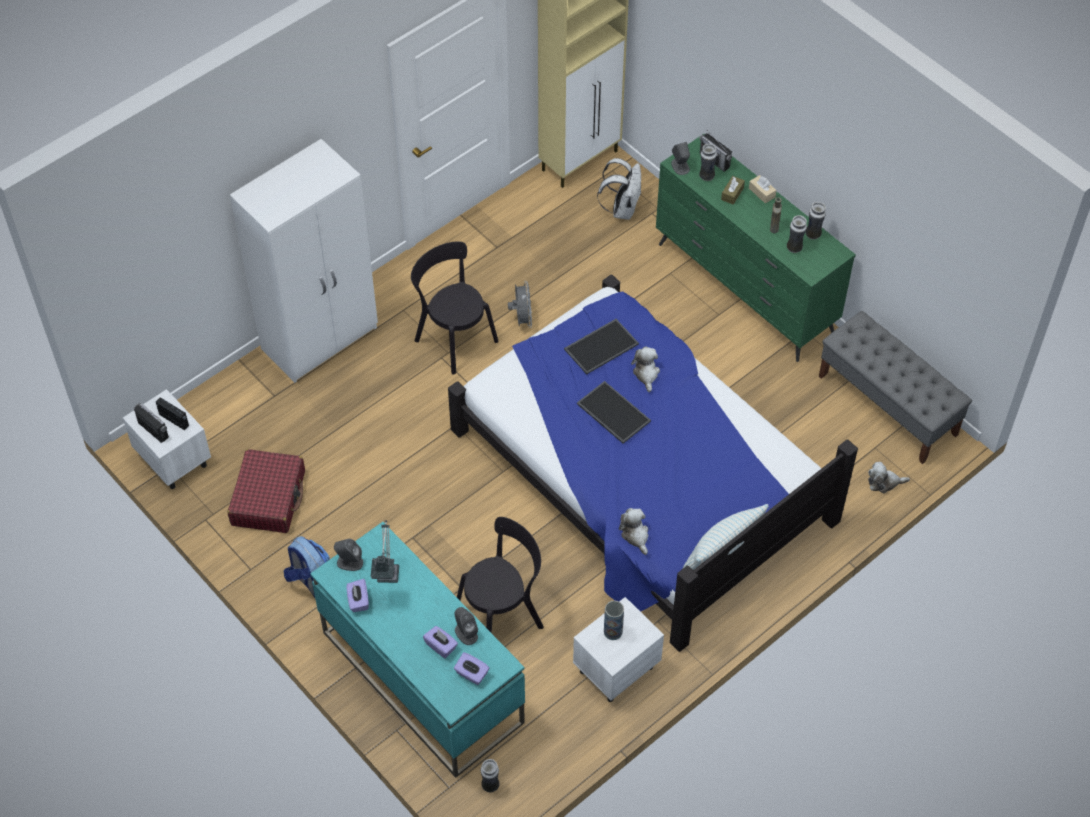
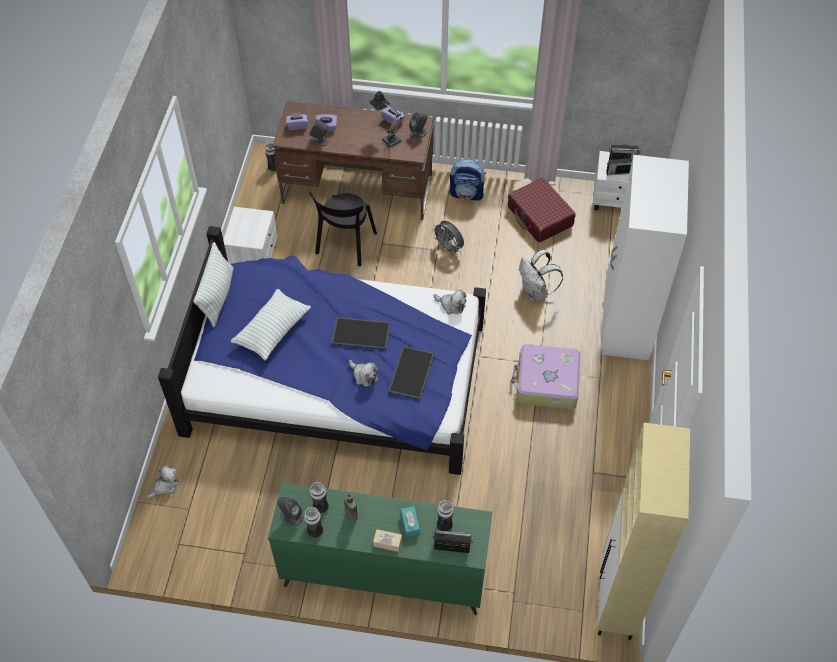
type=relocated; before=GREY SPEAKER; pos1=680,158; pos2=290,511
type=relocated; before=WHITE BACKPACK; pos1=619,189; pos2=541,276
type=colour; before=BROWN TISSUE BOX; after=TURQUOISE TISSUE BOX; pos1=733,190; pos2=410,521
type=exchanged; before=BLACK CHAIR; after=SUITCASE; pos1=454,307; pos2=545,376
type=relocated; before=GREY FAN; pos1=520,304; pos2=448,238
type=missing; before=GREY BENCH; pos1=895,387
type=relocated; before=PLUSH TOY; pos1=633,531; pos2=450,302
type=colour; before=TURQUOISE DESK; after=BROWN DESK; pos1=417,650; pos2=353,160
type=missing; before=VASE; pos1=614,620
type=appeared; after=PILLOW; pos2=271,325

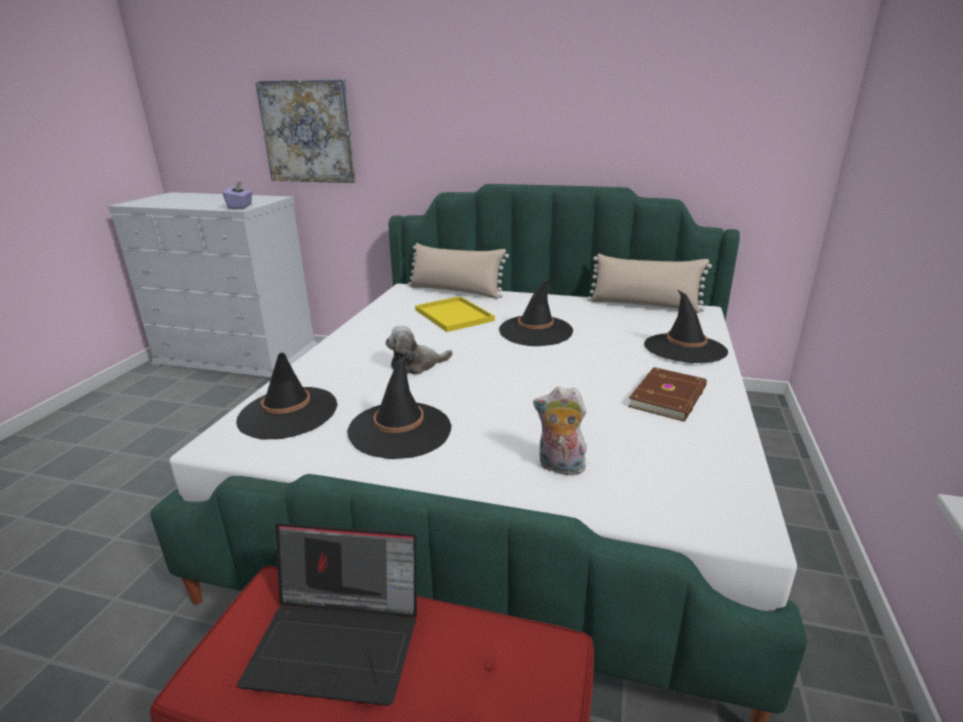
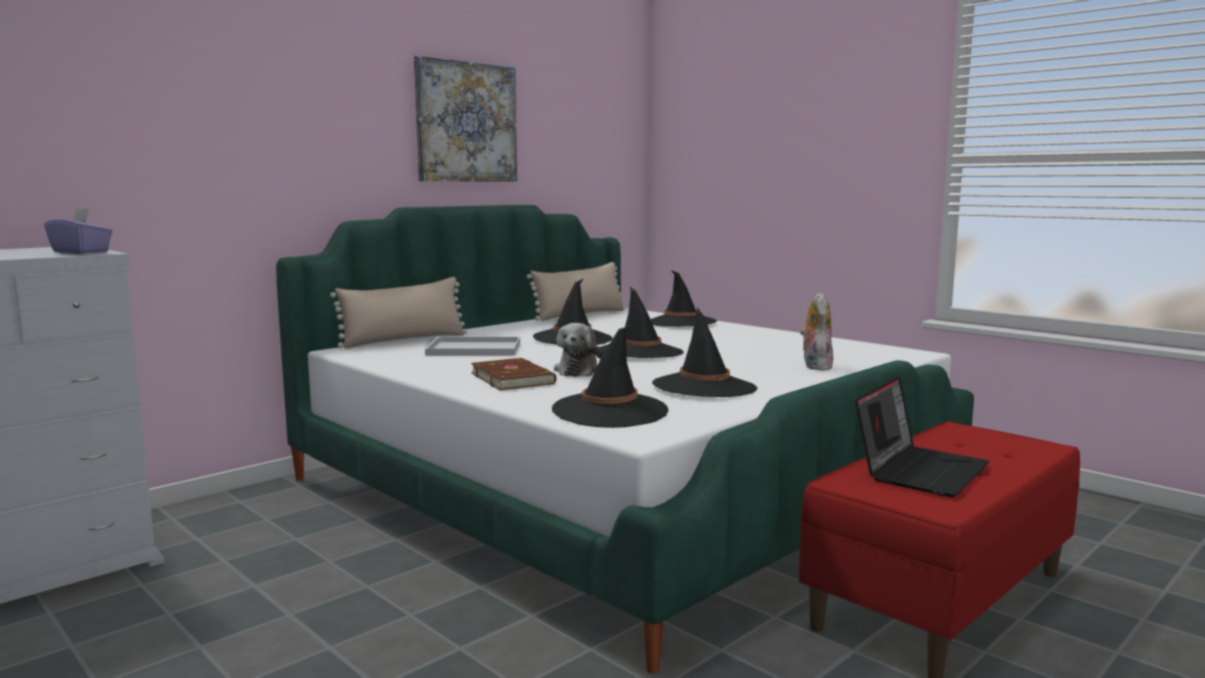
type=relocated; before=PICTURE; pos1=305,131; pos2=465,118
type=colour; before=YELLOW TRAY; after=WHITE TRAY; pos1=455,314; pos2=472,346
type=relocated; before=BROWN BOOK; pos1=667,394; pos2=513,374
type=spun; before=PLUSH TOY; pos1=560,430; pos2=816,331; turn=135
type=appeared; after=BLACK HAT; pos2=642,322

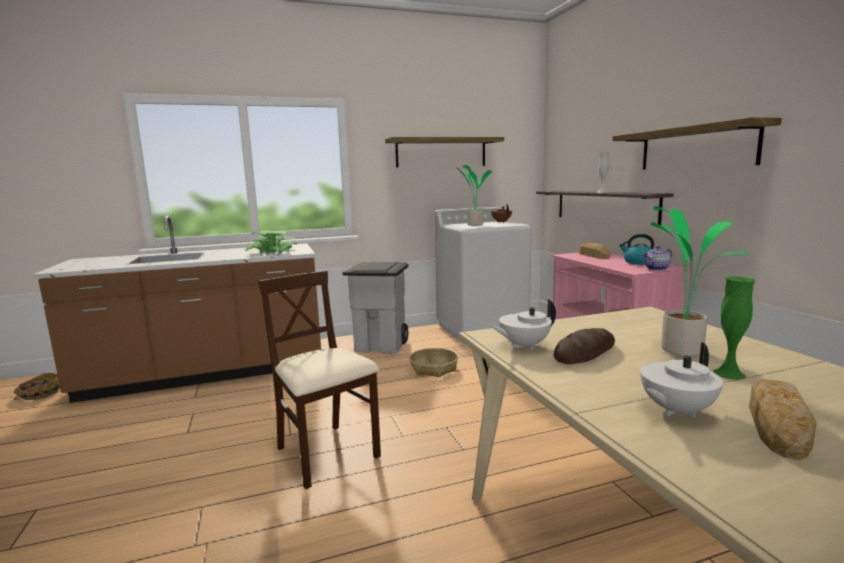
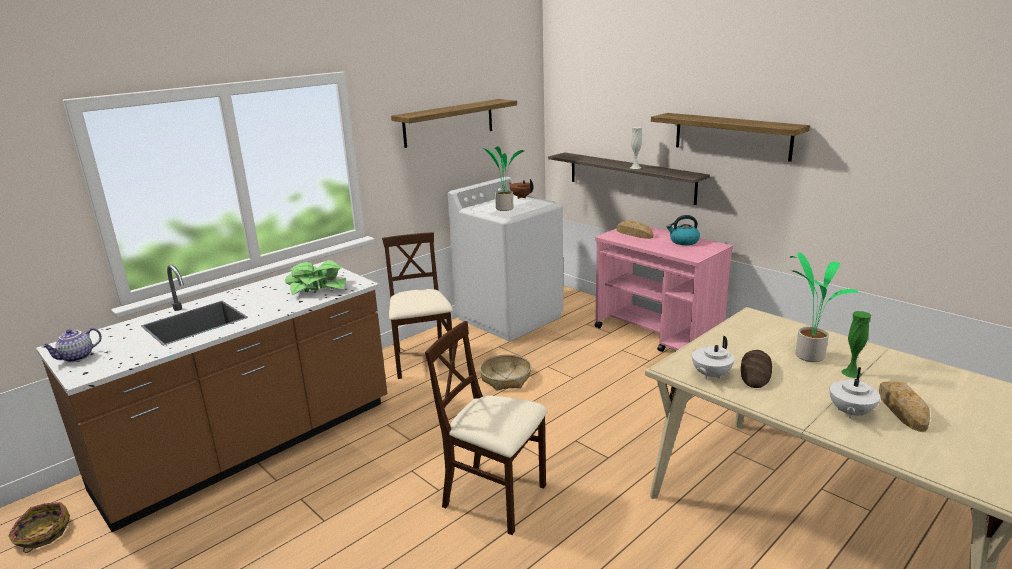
type=relocated; before=TEAPOT; pos1=657,258; pos2=71,345
type=exchanged; before=GREY TRASH CAN; after=BEIGE CHAIR; pos1=376,308; pos2=418,305

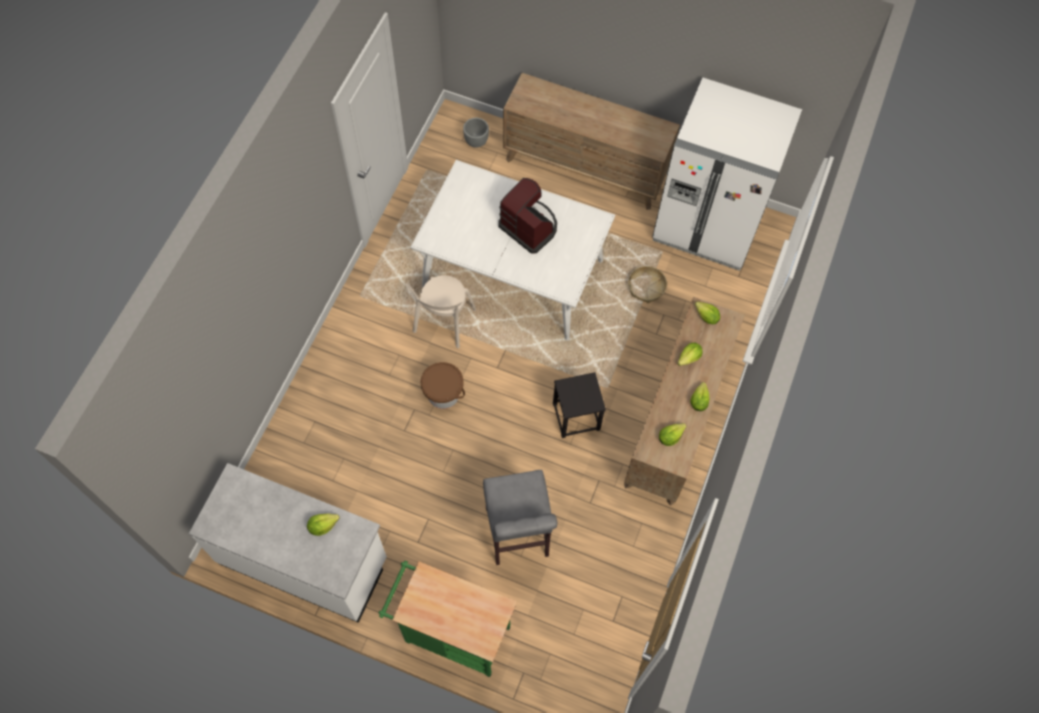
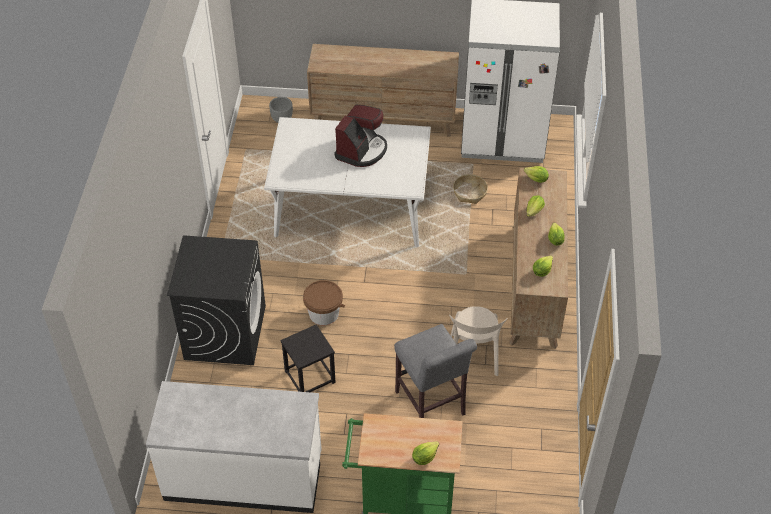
type=spun; before=COFFEE MACHINE; pos1=527,215; pos2=360,136; turn=90
type=relocated; before=BEIGE CHAIR; pos1=441,311; pos2=478,341
type=relocated; before=BLACK STOOL; pos1=579,405; pos2=308,358
type=relocated; before=LETTUCE; pos1=323,525; pos2=425,453
type=appeared; after=BLACK WASHING MACHINE; pos2=216,300

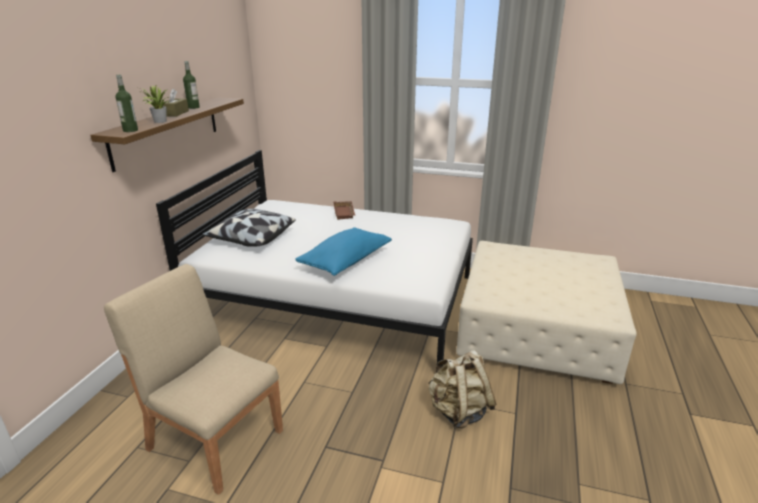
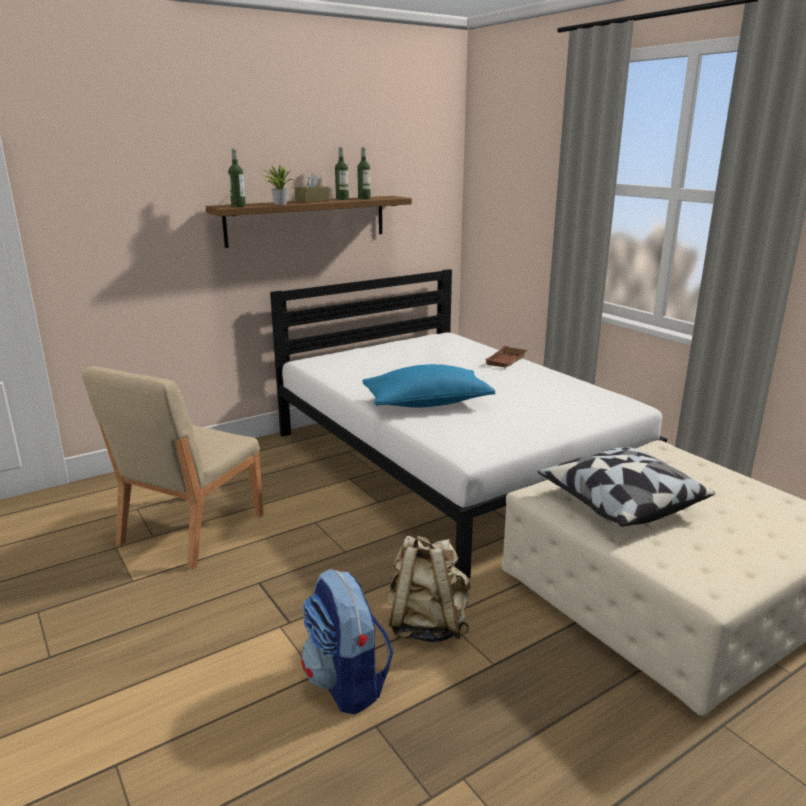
type=relocated; before=PILLOW; pos1=249,228; pos2=626,487
type=spun; before=BEIGE CHAIR; pos1=193,379; pos2=173,468; turn=-135
type=appeared; after=BOTTLE; pos2=364,173
type=appeared; after=BACKPACK; pos2=347,641

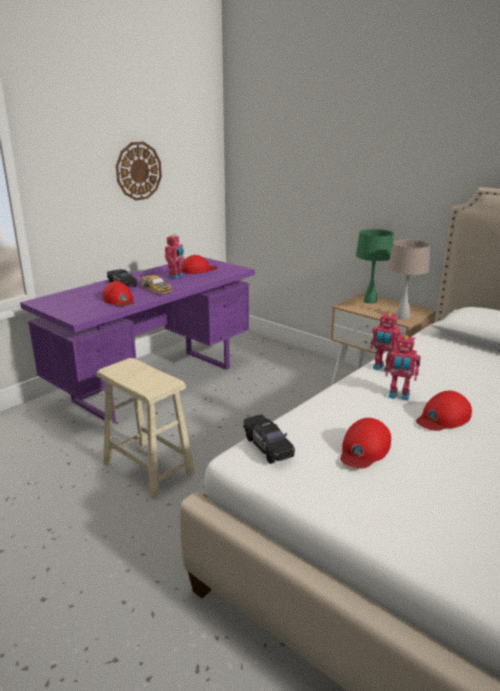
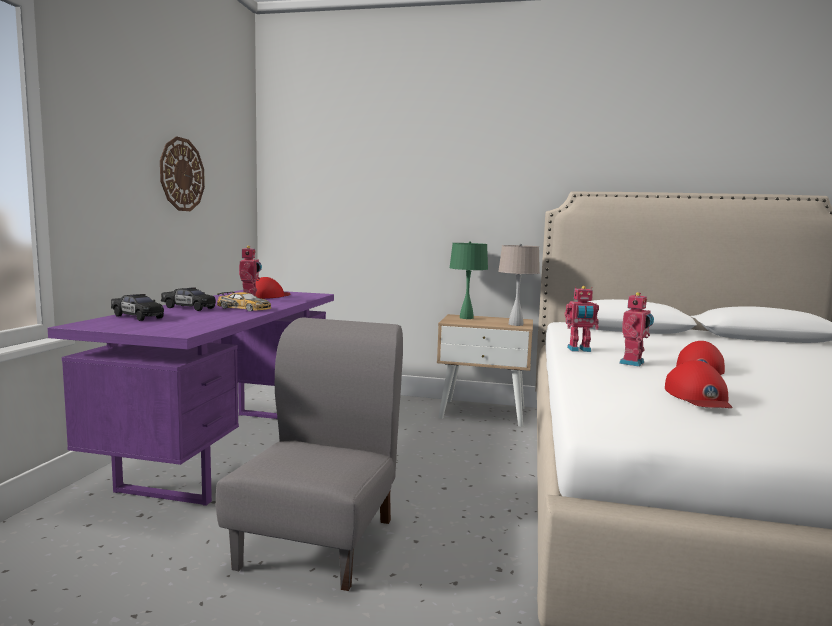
type=missing; before=RED CAP; pos1=118,294
type=spun; before=TOY ROBOT; pos1=403,368; pos2=636,329; turn=-45
type=exchanged; before=BEIGE STOOL; after=GREY CHAIR; pos1=146,428; pos2=309,454
type=relocated; before=BLACK TOY CAR; pos1=269,439; pos2=137,307

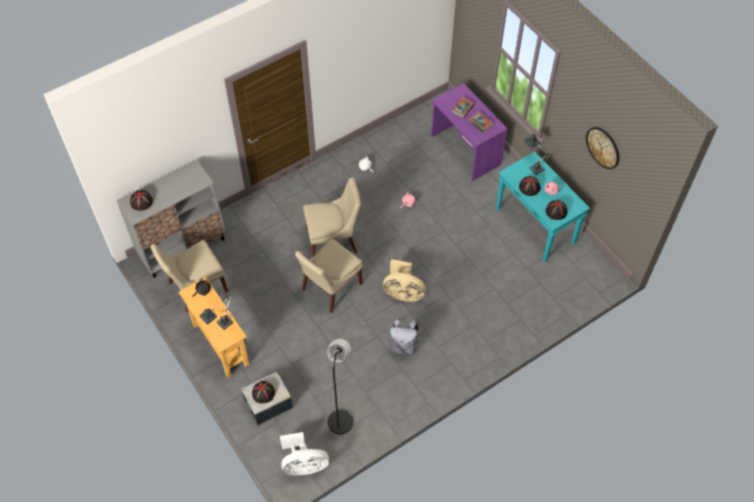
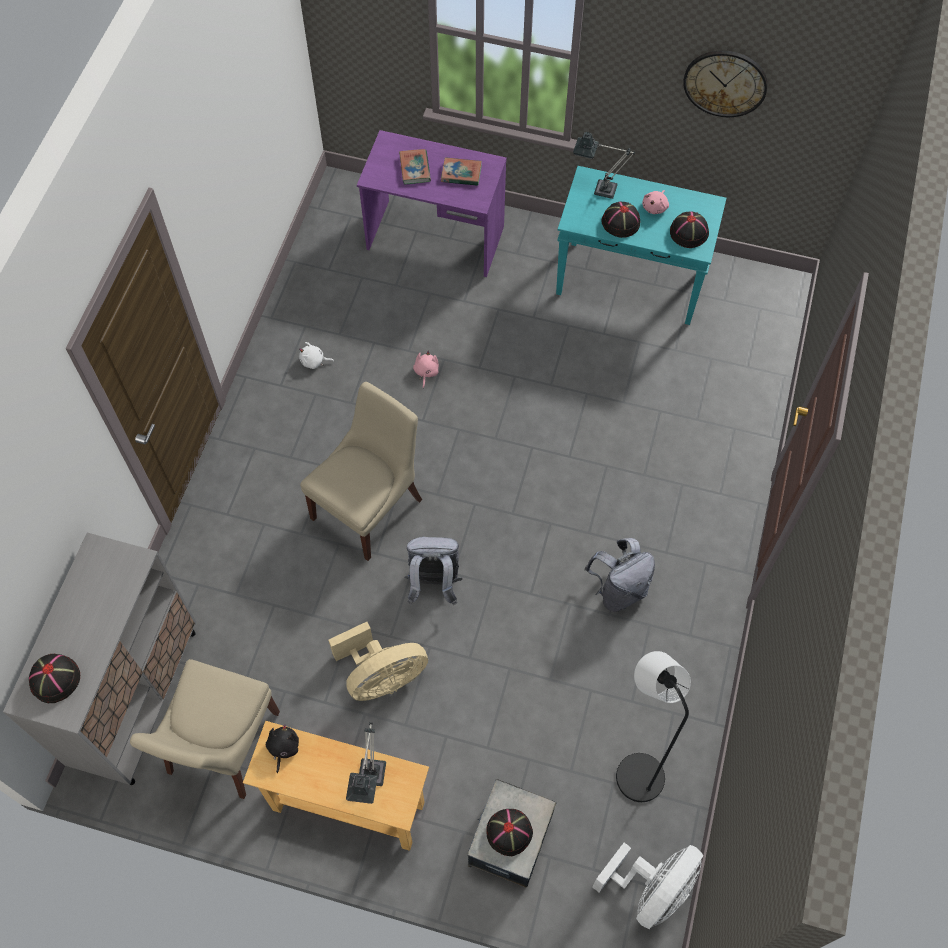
type=exchanged; before=BEIGE CHAIR; after=GREY BACKPACK; pos1=329,275; pos2=433,570
type=relocated; before=BEIGE FAN; pos1=404,280; pos2=378,661

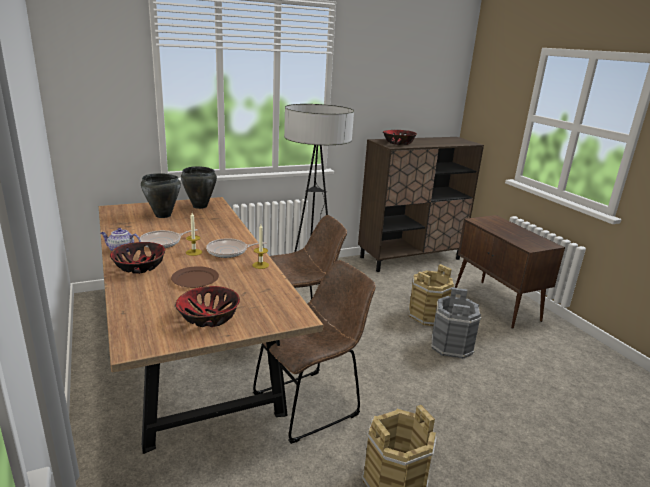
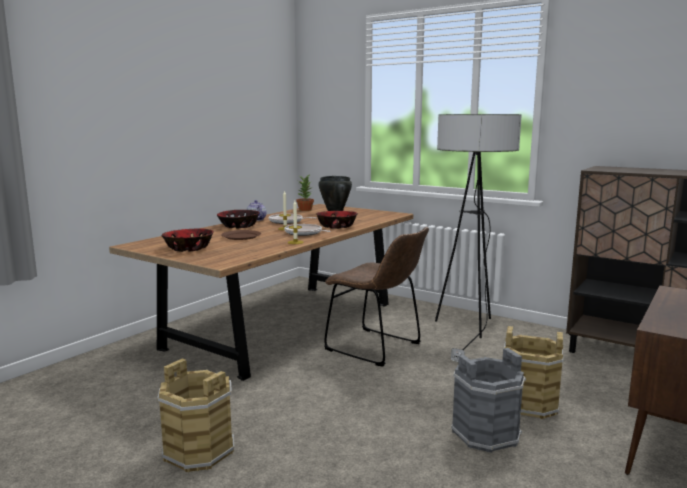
type=relocated; before=BOWL; pos1=400,137; pos2=337,220
type=missing; before=BLACK COOKING POT; pos1=199,187
type=missing; before=BROWN CHAIR; pos1=314,352
type=appeared; after=POTTED PLANT; pos2=305,193

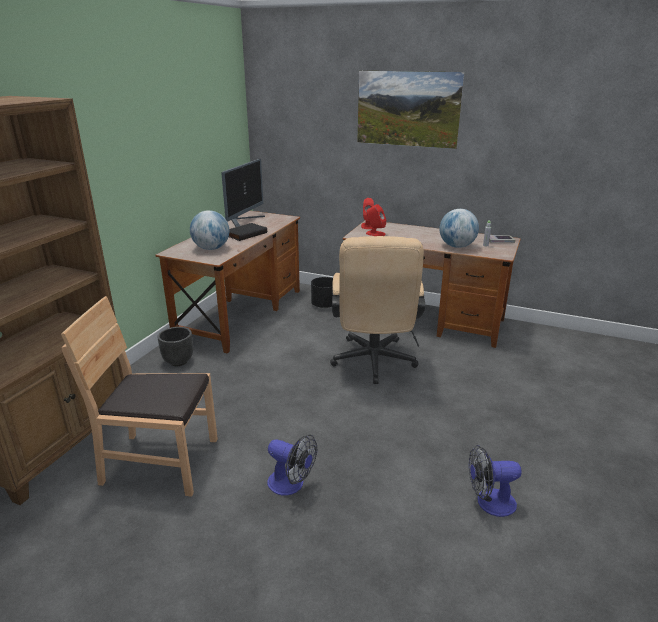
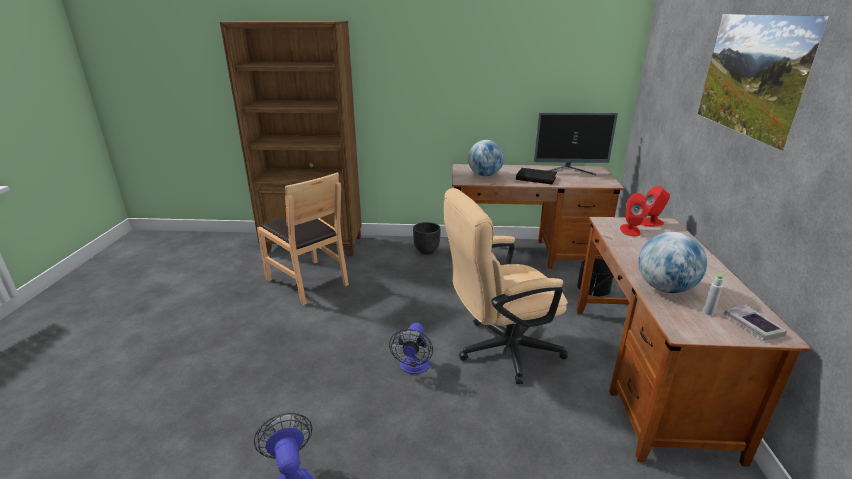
type=spun; before=BROWN CHAIR; pos1=139,396; pos2=303,238; turn=150
type=relocated; before=FAN; pos1=292,464; pos2=411,348

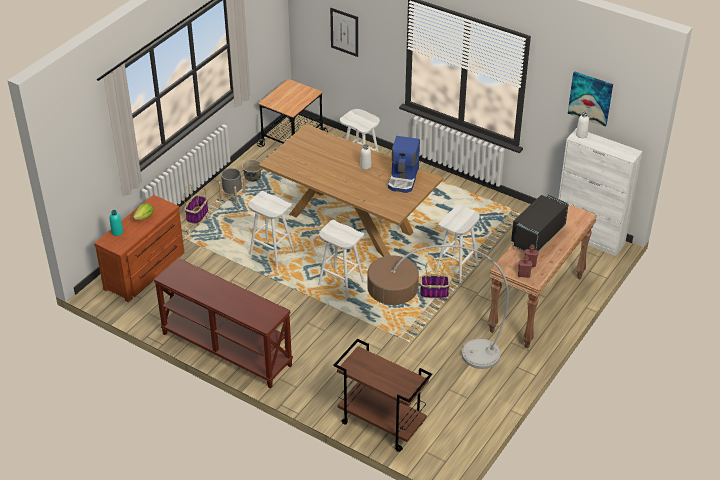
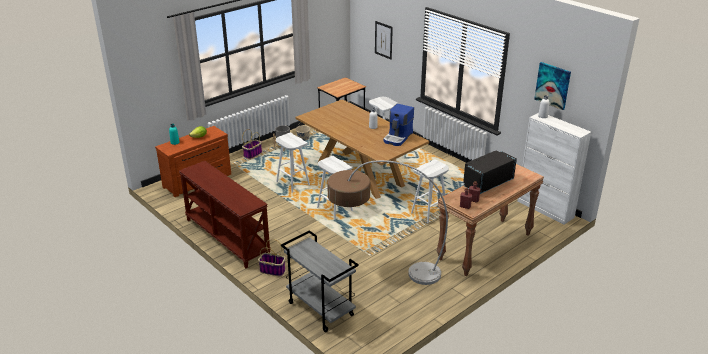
type=relocated; before=BASKET; pos1=435,278; pos2=271,257
type=colour; before=BROWN CART; after=GREY CART; pos1=383,395; pos2=320,281

